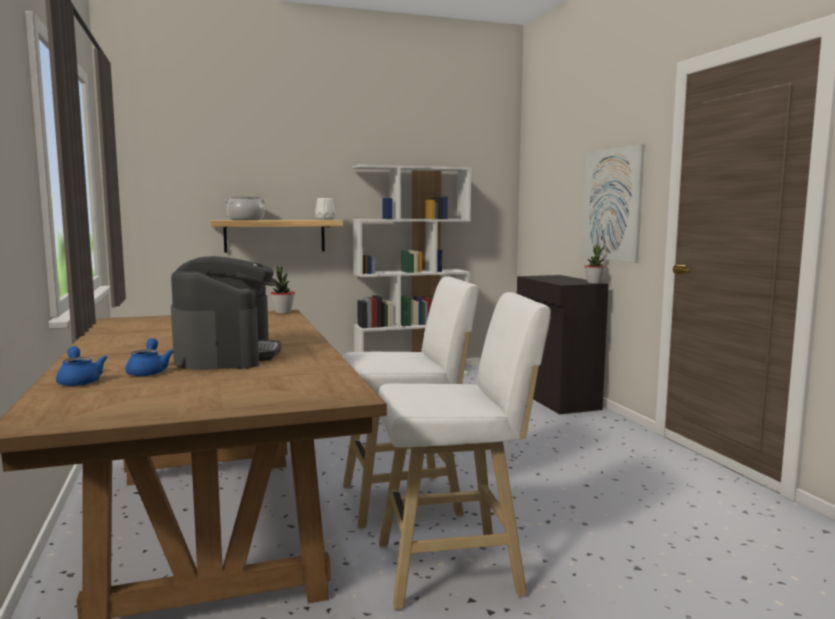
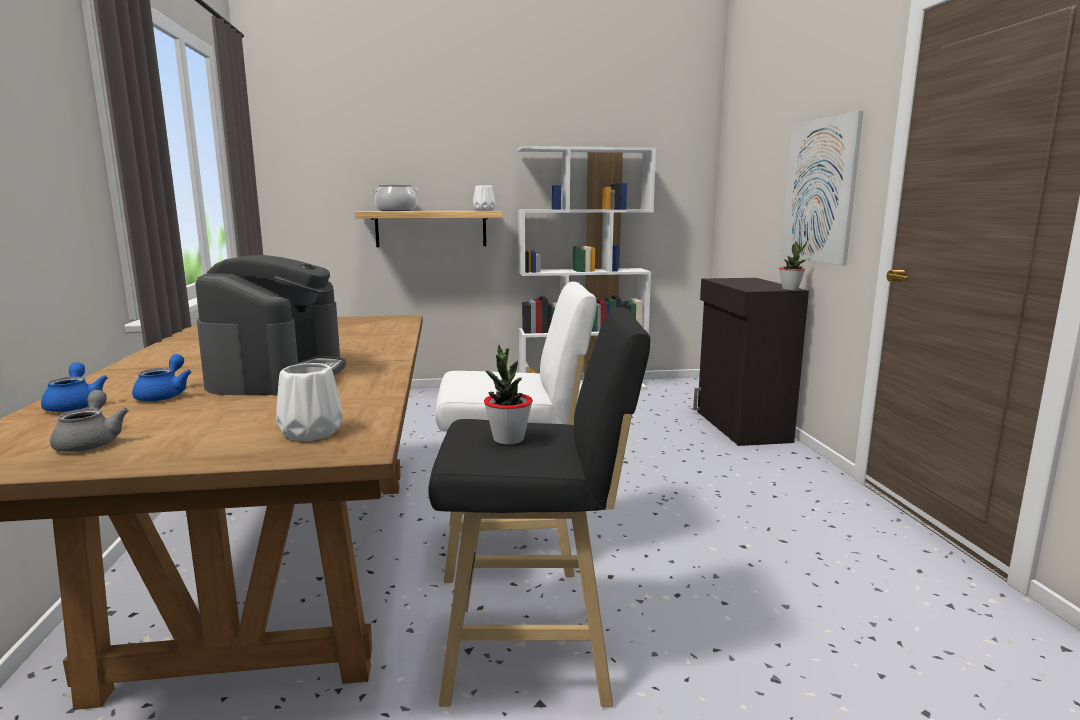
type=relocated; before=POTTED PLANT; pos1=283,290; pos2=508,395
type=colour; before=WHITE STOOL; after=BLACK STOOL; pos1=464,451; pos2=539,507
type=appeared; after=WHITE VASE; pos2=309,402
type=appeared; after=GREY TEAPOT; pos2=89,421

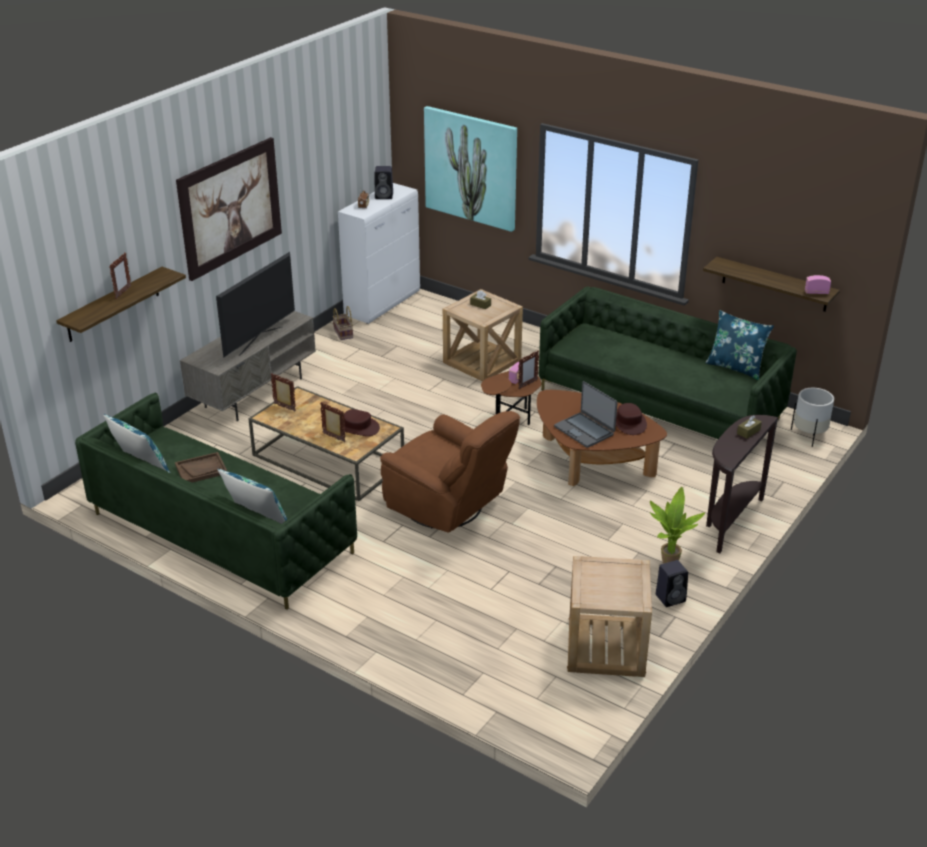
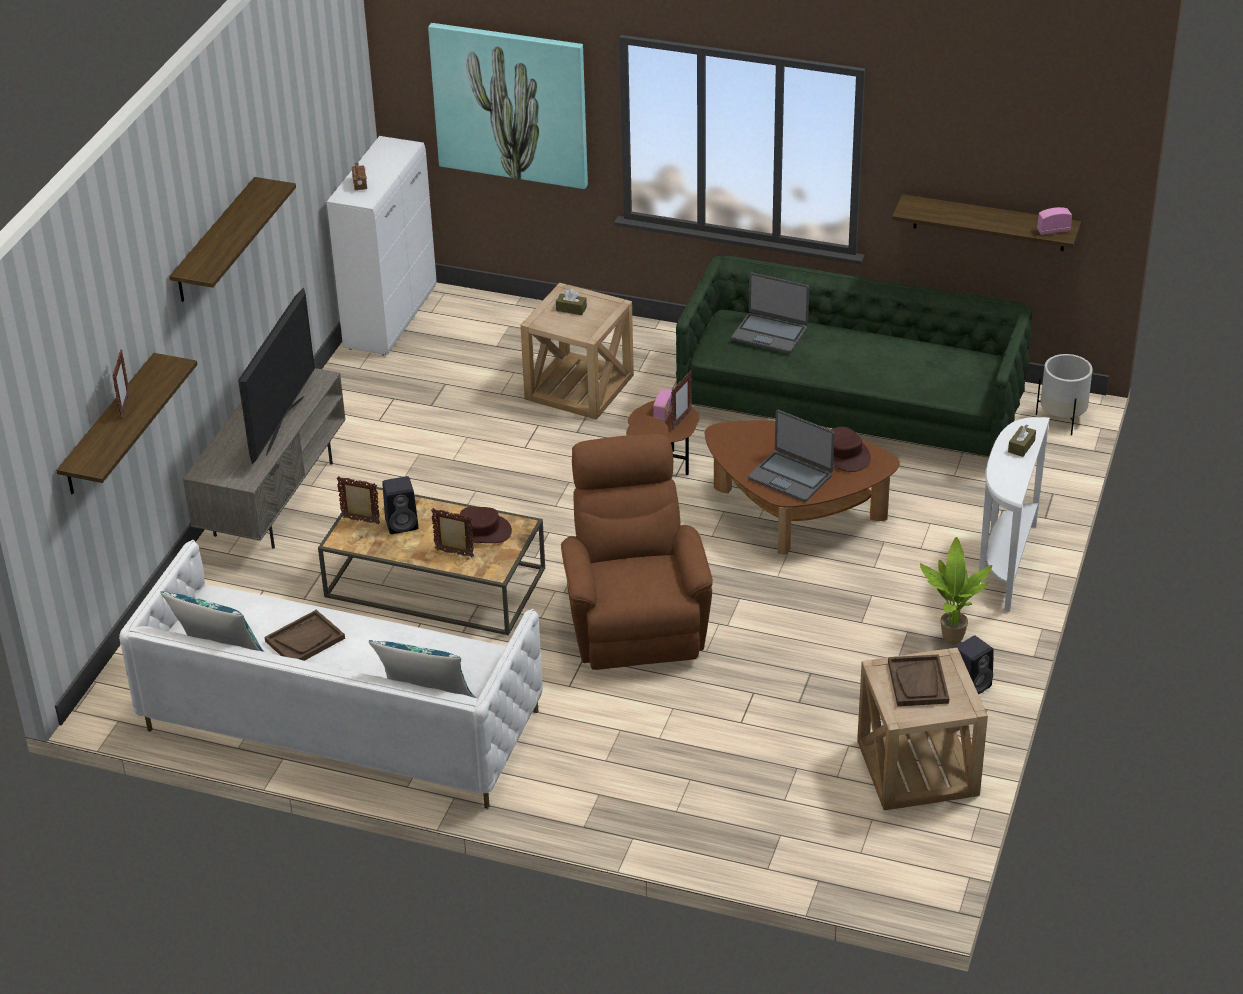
type=exchanged; before=PICTURE; after=SHELF; pos1=229,209; pos2=232,239
type=relocated; before=BLACK SPEAKER; pos1=384,182; pos2=400,505
type=missing; before=BASKET; pos1=342,323
type=missing; before=BLUE PILLOW; pos1=739,345
type=colour; before=GREEN SOFA; after=WHITE SOFA; pos1=216,501; pos2=331,674
type=spun; before=BROWN ARMCHAIR; pos1=450,472; pos2=637,552; turn=-120
type=colour; before=BROWN CONSOLE TABLE; after=WHITE CONSOLE TABLE; pos1=742,484; pos2=1014,514
type=appeared; after=LAPTOP; pos2=770,312
type=appeared; after=BROWN TRAY; pos2=918,680

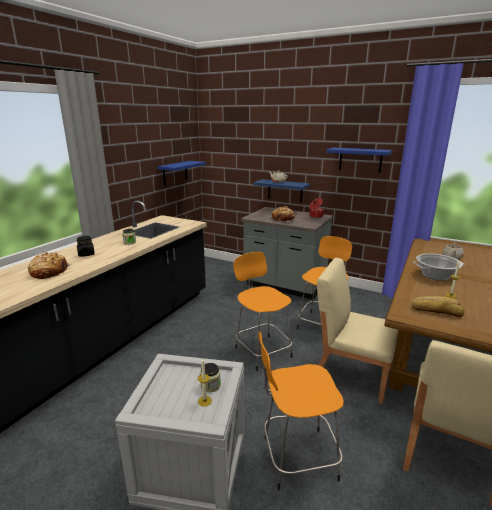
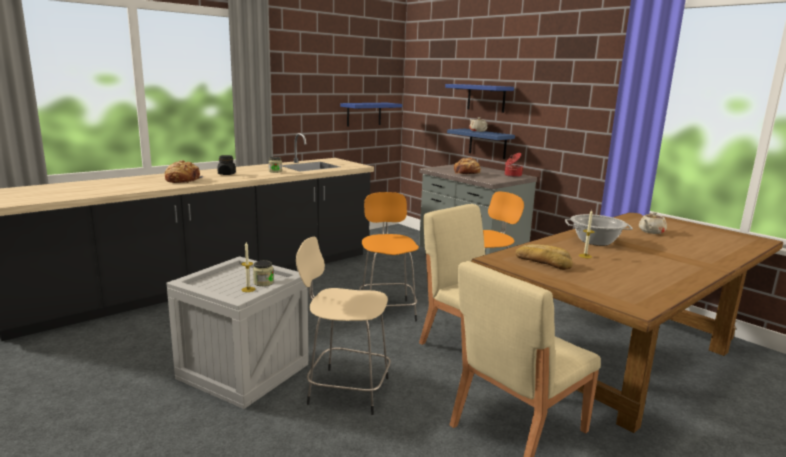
type=relocated; before=BLUE SHELF; pos1=359,160; pos2=479,98
type=colour; before=ORANGE STOOL; after=BEIGE STOOL; pos1=301,411; pos2=343,326

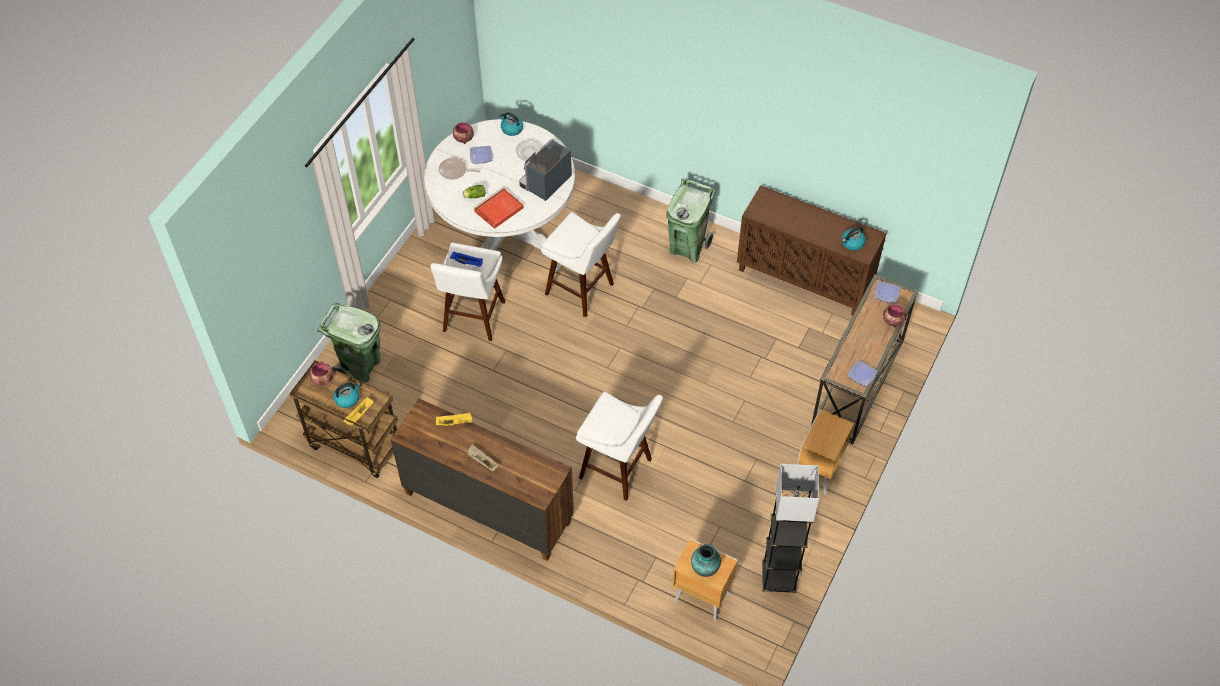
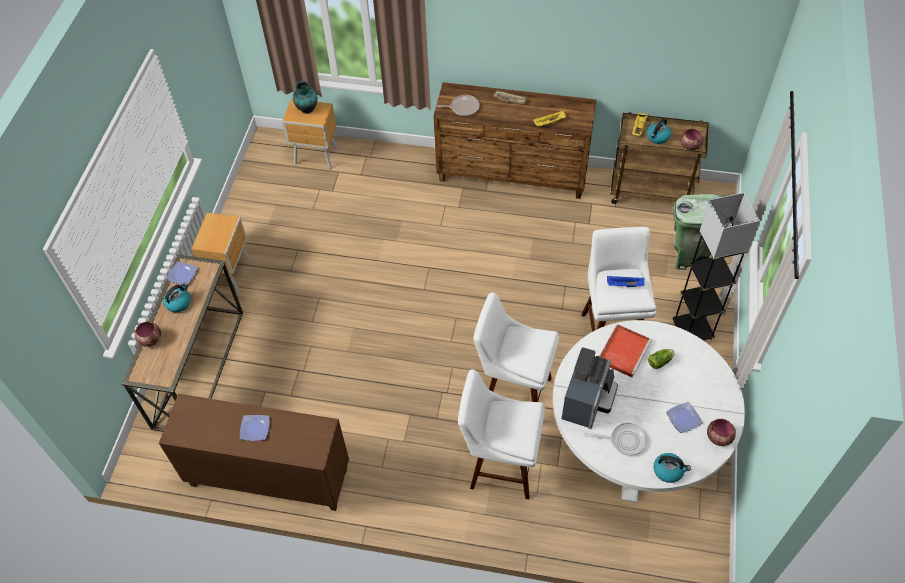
type=relocated; before=FRYING PAN; pos1=459,169; pos2=458,105
type=missing; before=GREEN TRASH CAN; pos1=690,221
type=relocated; before=KETTLE; pos1=853,238; pos2=177,297
type=relocated; before=PLATE; pos1=887,292; pos2=255,428
type=relocated; before=WHITE STOOL; pos1=619,446; pos2=501,434
type=relocated; before=GREY FLOOR LAMP; pos1=790,528; pos2=716,266

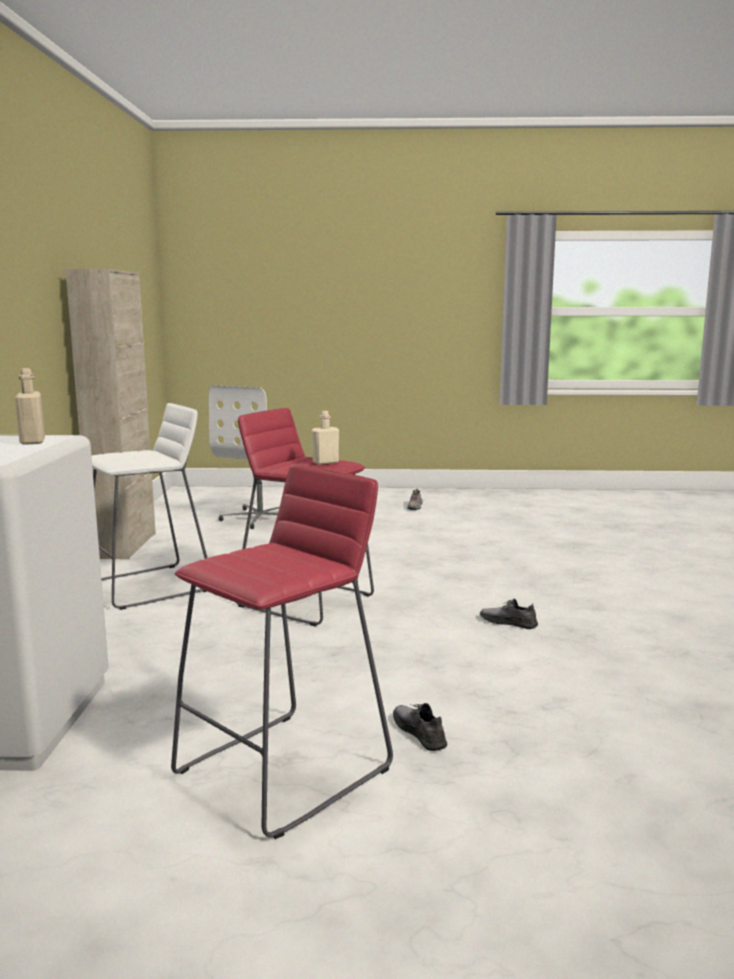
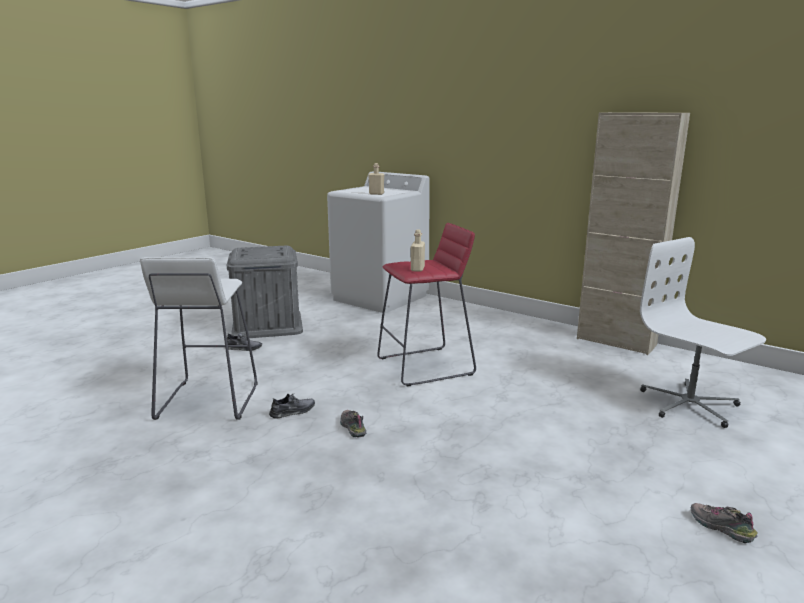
type=relocated; before=WHITE STOOL; pos1=150,506; pos2=199,338
type=exchanged; before=RED STOOL; after=GREY STORAGE BOX; pos1=282,651; pos2=265,292
type=appeared; after=SHOE; pos2=353,424

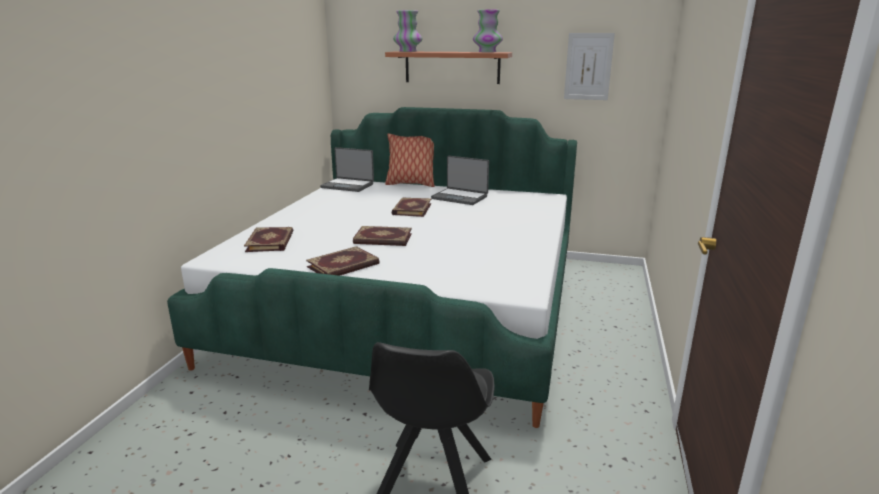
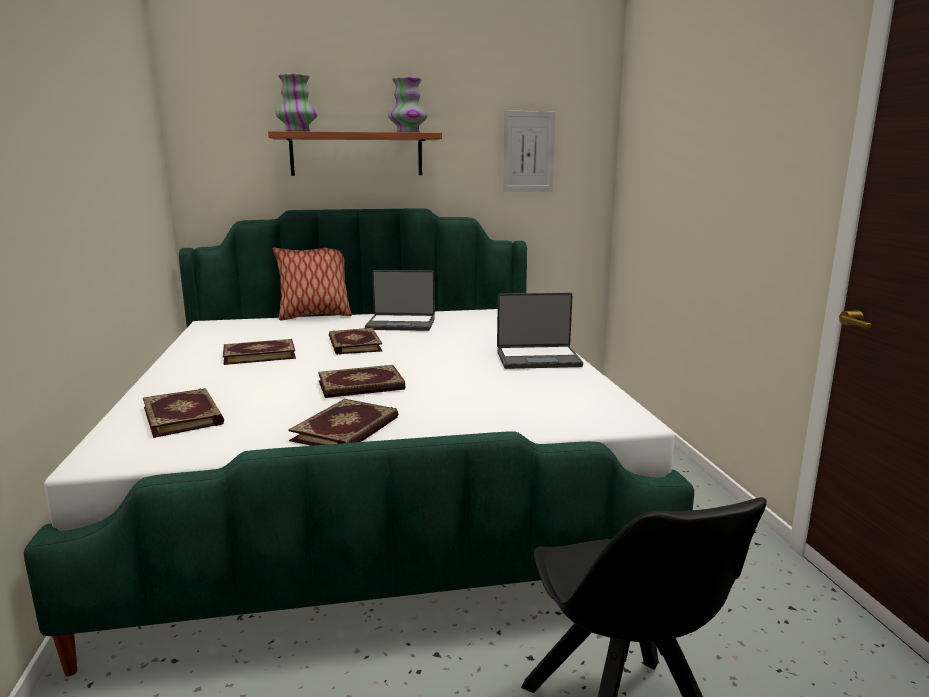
type=relocated; before=LAPTOP; pos1=347,169; pos2=540,331
type=appeared; after=BOOK; pos2=259,352

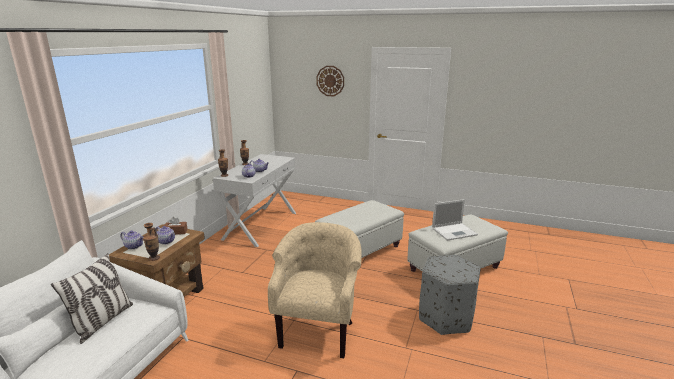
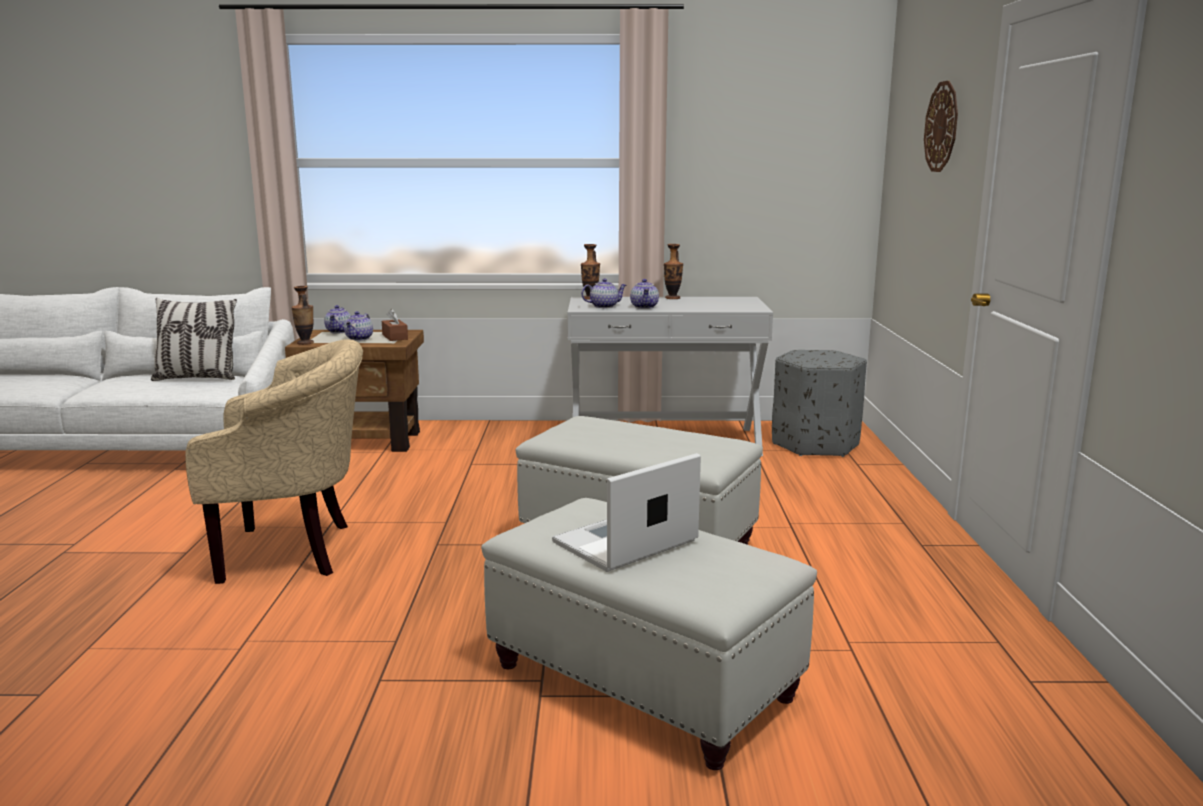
type=spun; before=LAPTOP; pos1=455,220; pos2=626,512; turn=90
type=relocated; before=GREY OTTOMAN; pos1=449,295; pos2=819,403

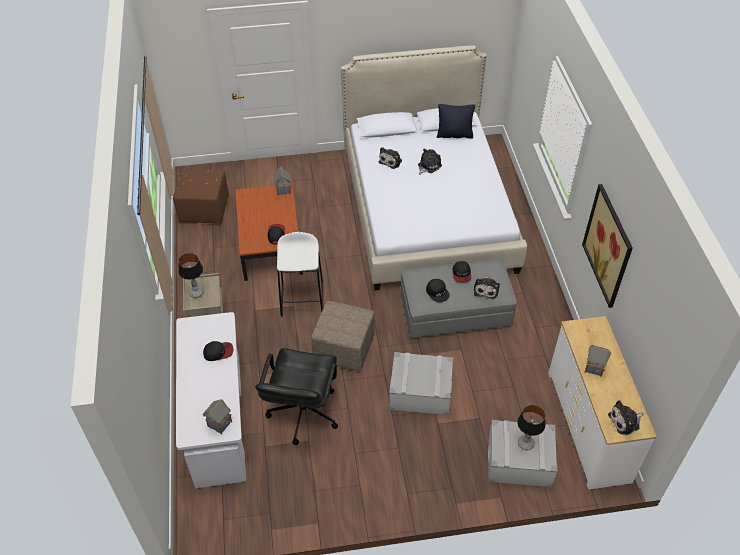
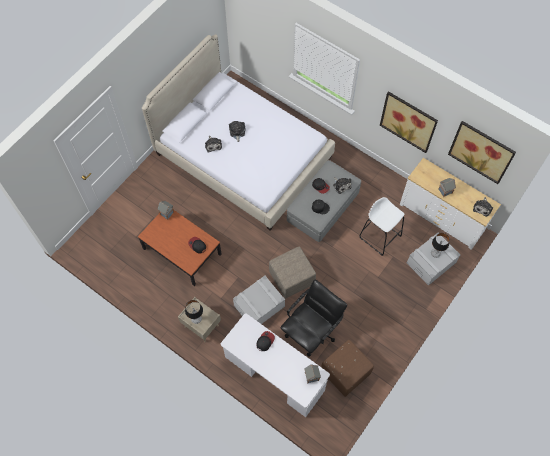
type=missing; before=BLACK PILLOW; pos1=456,121
type=relocated; before=BROWN OTTOMAN; pos1=201,196; pos2=347,368
type=relocated; before=WHITE STOOL; pos1=300,274; pos2=382,226
type=spun; before=BLACK OFFICE CHAIR; pos1=296,396; pos2=314,318; turn=-105
type=relocated; before=GREY STORAGE BOX; pos1=421,383; pos2=259,300
type=appeared; after=PICTURE; pos2=482,152

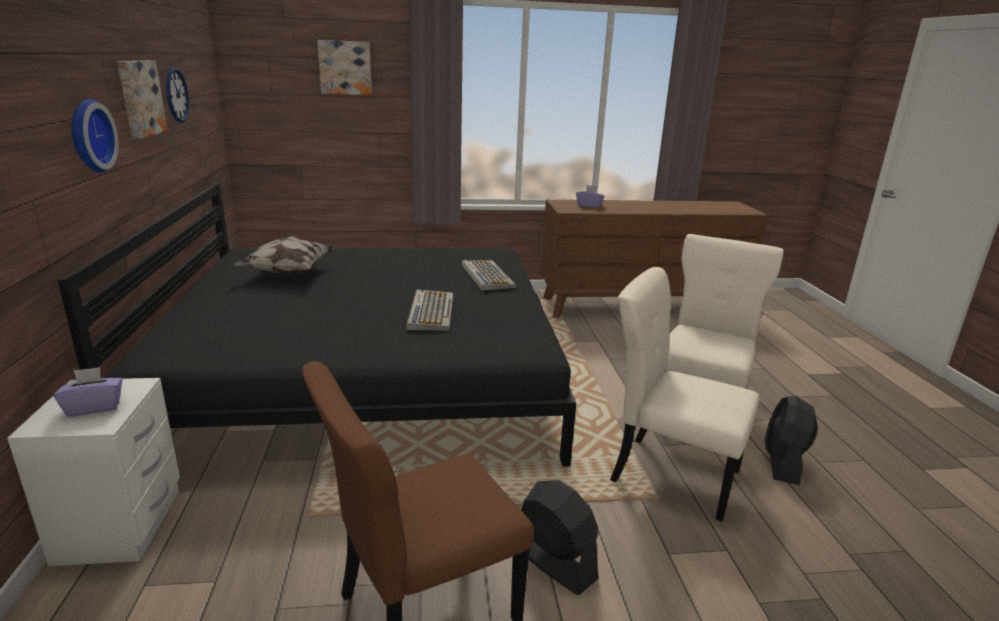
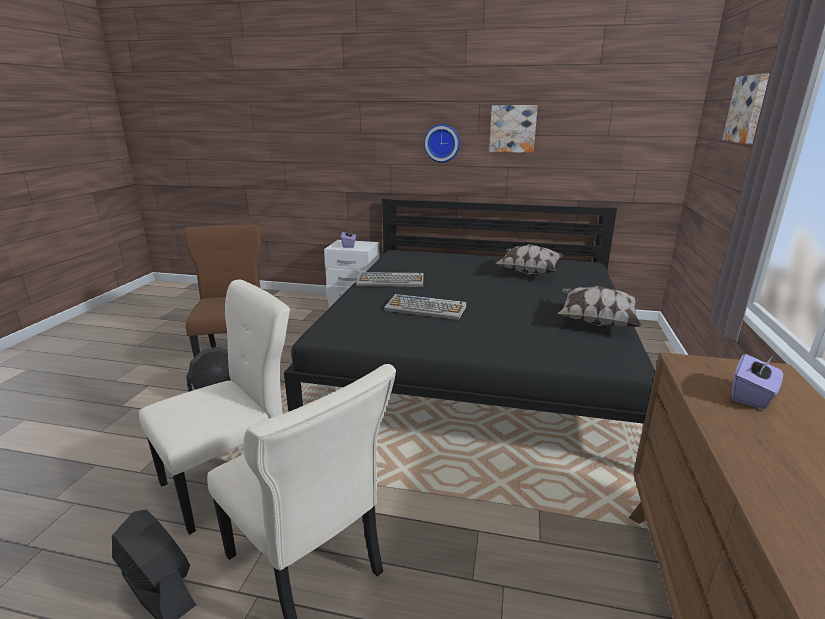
type=missing; before=WALL CLOCK; pos1=177,95
type=relocated; before=KEYBOARD; pos1=489,275; pos2=390,279
type=appeared; after=PILLOW; pos2=599,306

